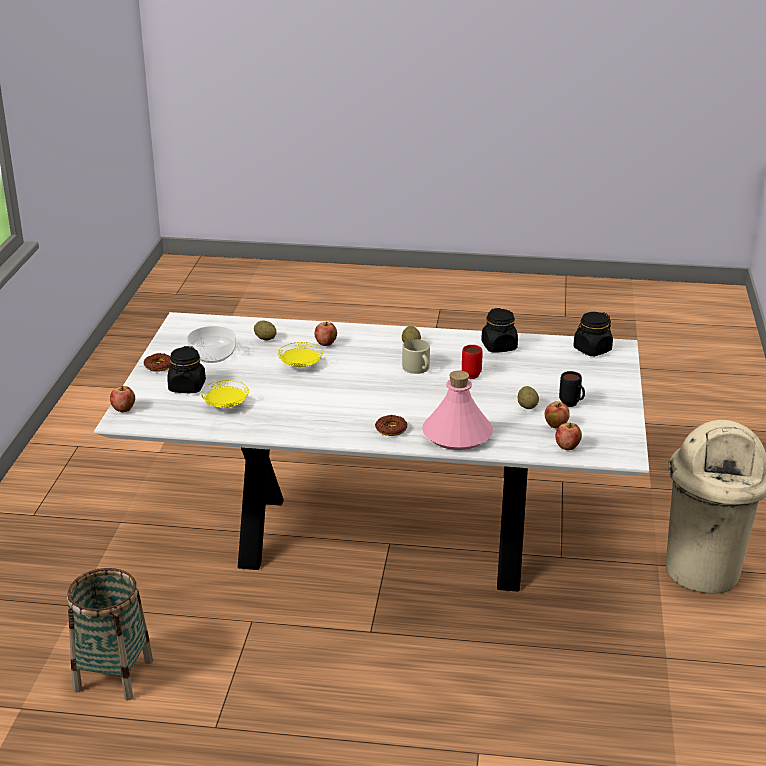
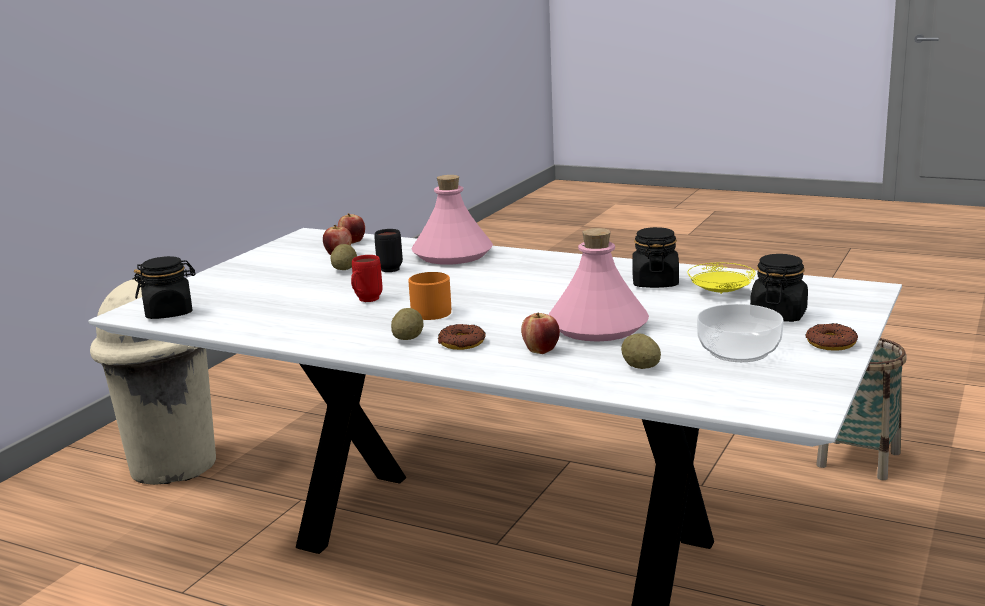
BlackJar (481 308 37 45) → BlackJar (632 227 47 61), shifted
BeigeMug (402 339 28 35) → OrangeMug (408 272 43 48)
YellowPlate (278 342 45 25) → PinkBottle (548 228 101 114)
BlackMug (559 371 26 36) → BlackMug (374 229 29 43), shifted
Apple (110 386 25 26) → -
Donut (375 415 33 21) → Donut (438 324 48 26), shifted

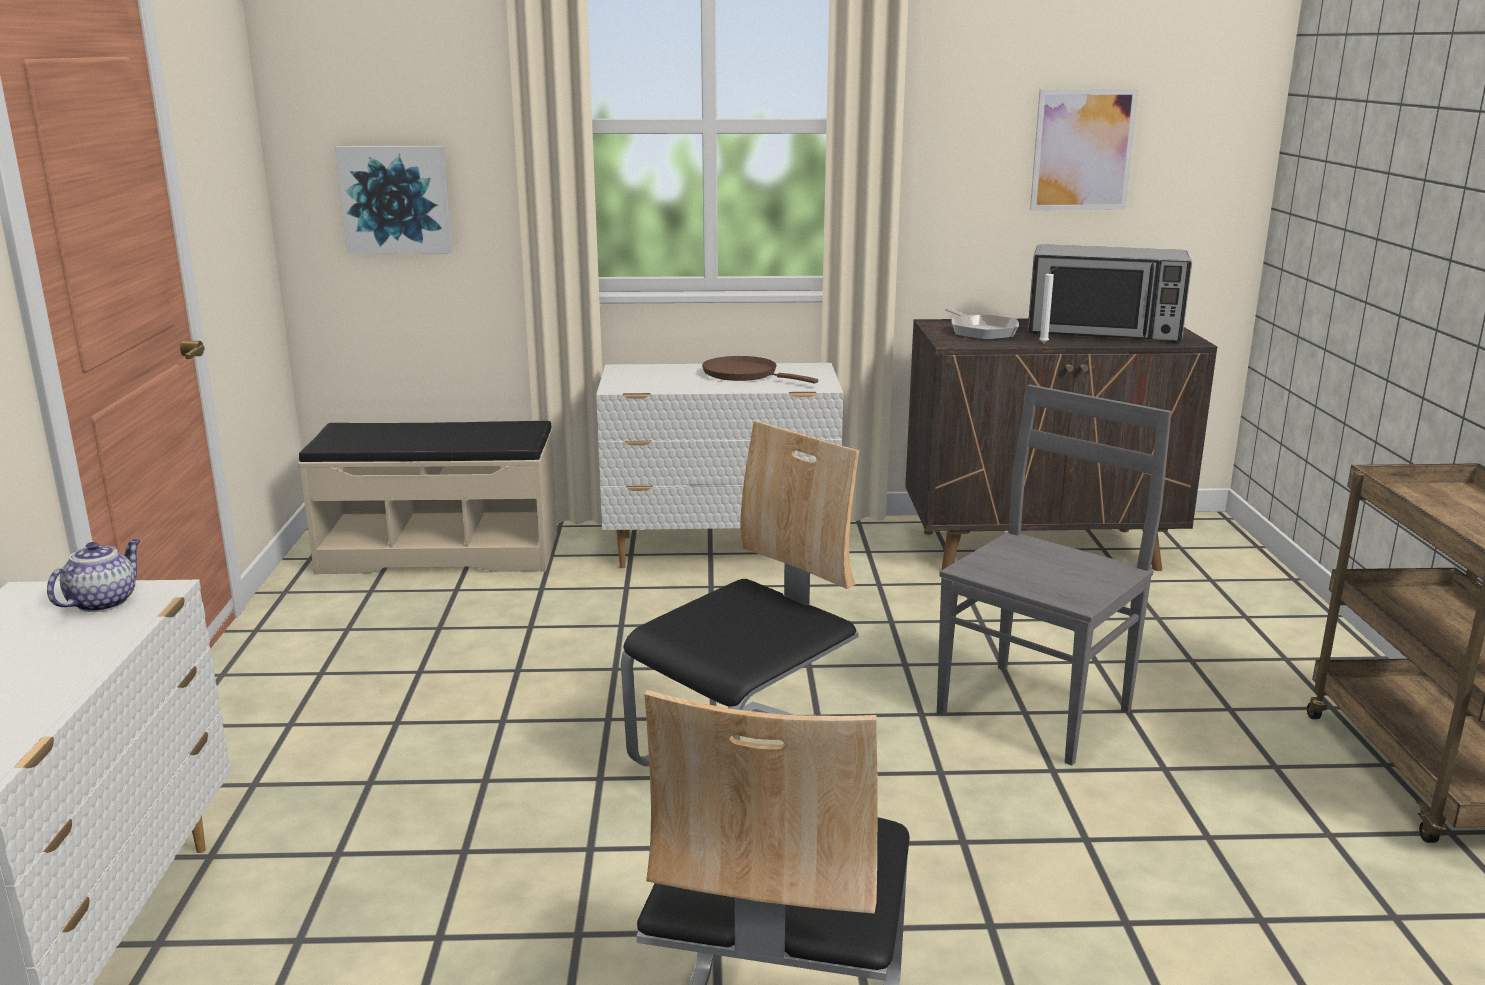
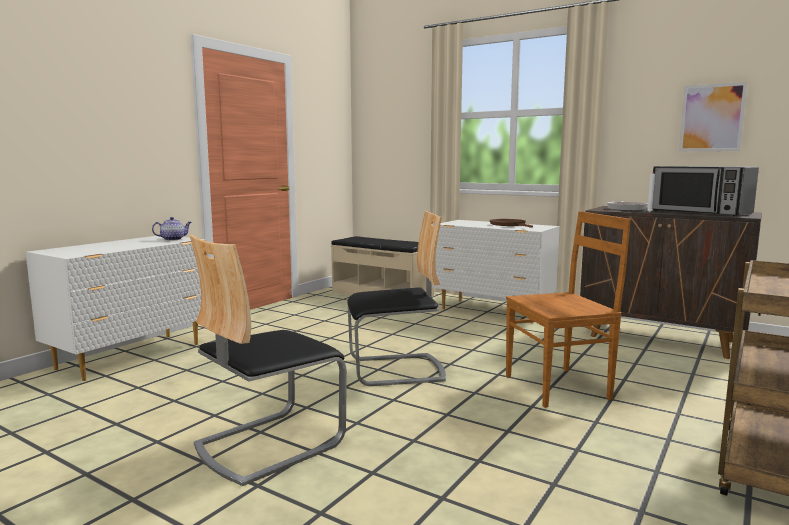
Picture (335 146 118 108) → -
GreyChair (937 385 235 381) → BrownChair (506 211 125 197)

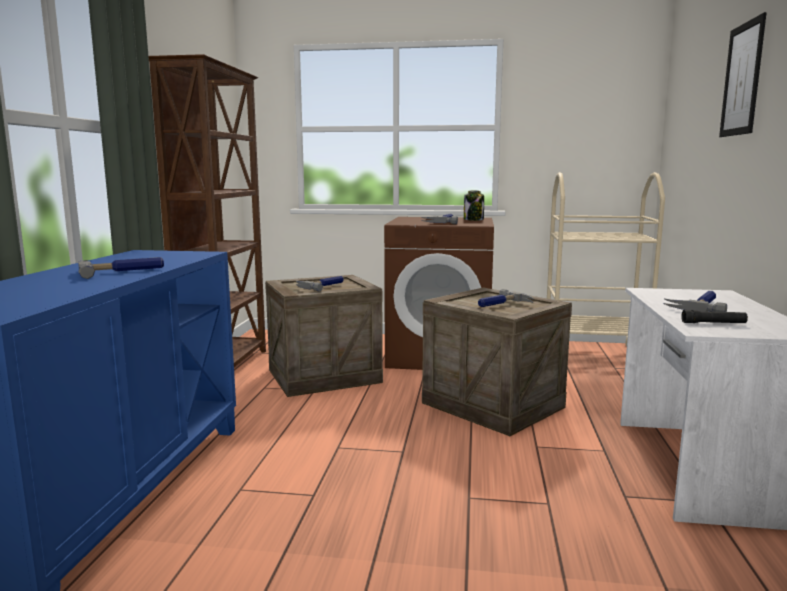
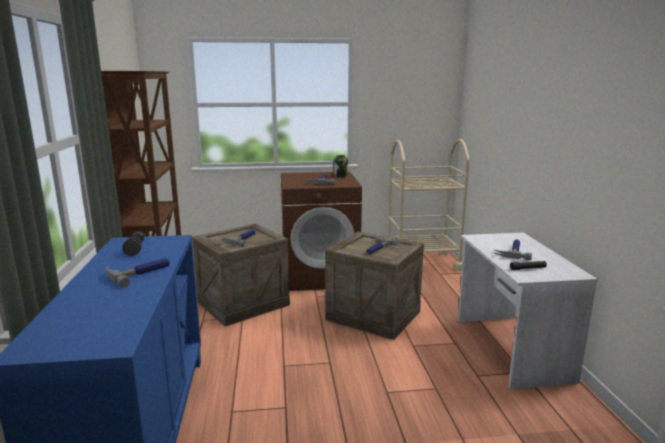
Picture (719 12 48 125) → -
- → Flashlight (123 231 22 25)

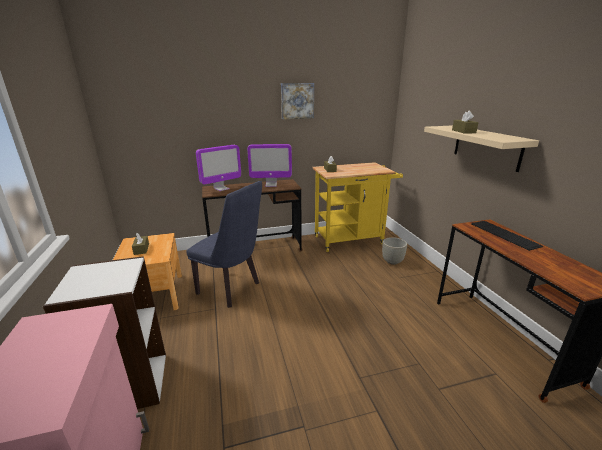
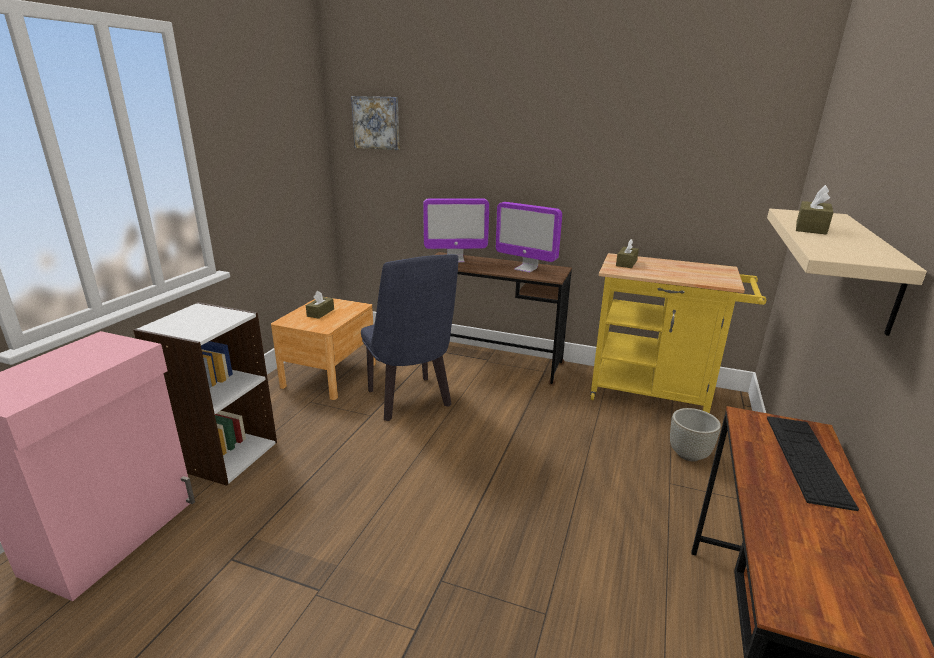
Picture (281 83 33 36) → Picture (351 96 48 54), shifted

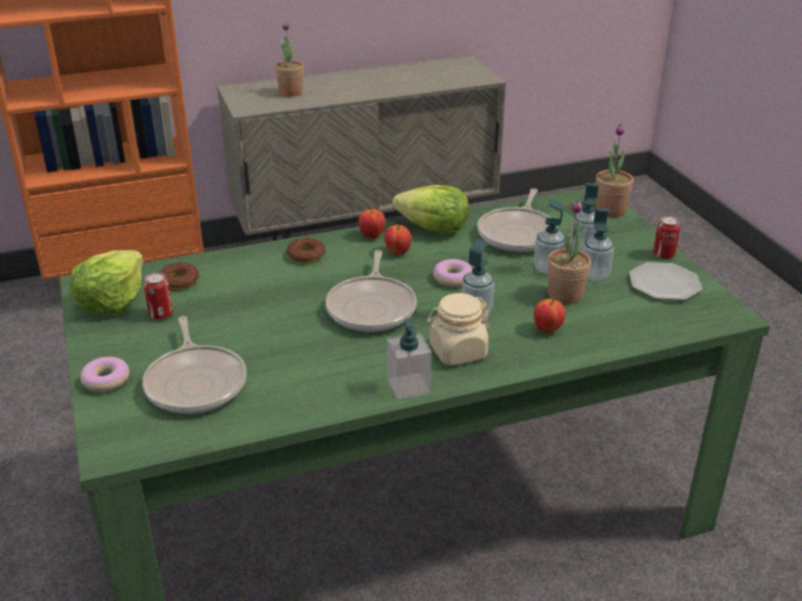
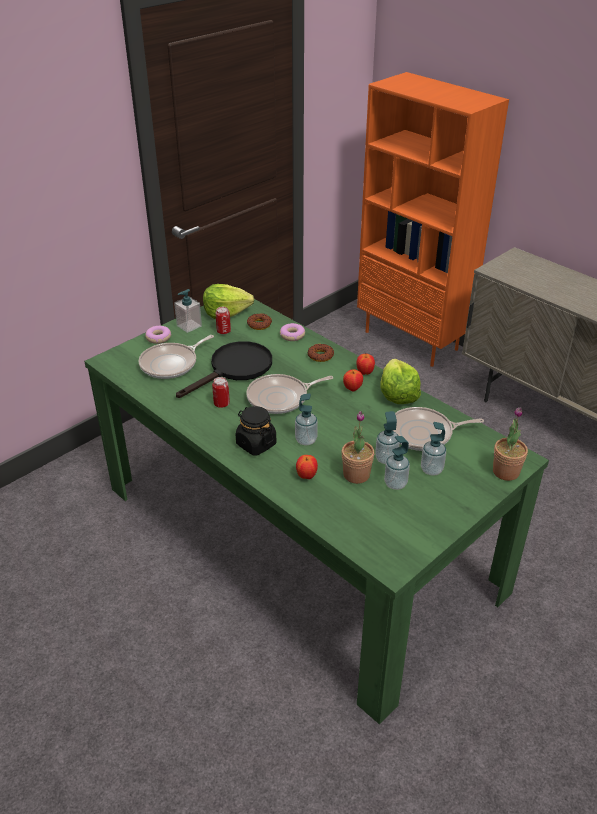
PottedPlant (275 21 29 75) → -
Can (653 216 27 43) → Can (212 377 18 31), shifted
Donut (433 259 39 28) → Donut (280 323 25 18), shifted
Plate (629 262 73 39) → -
BeigeJar (427 293 63 72) → BlackJar (236 406 40 49)
SoapDispenser (387 318 45 82) → SoapDispenser (174 289 28 44), shifted
- → BlackFryingPan (176 341 96 57)

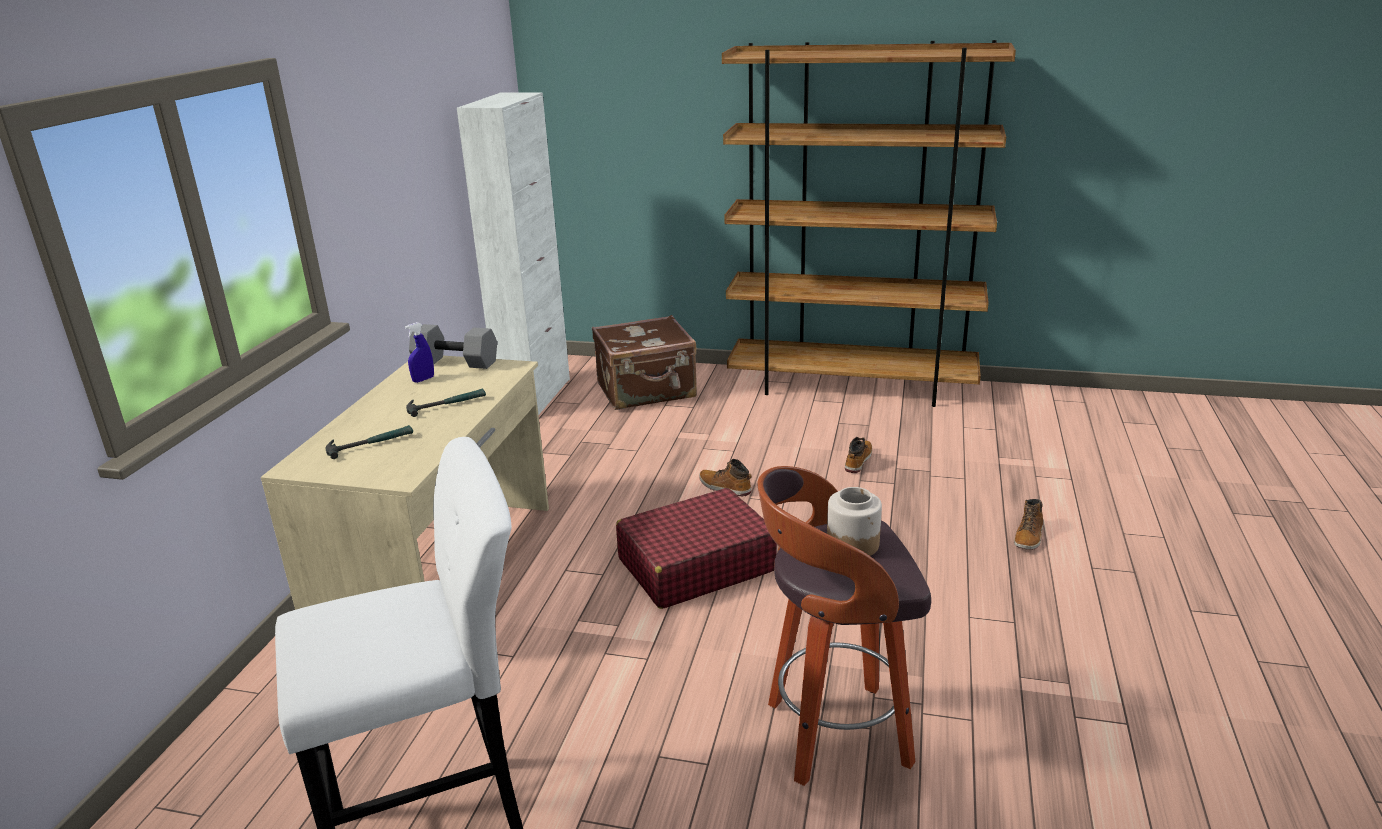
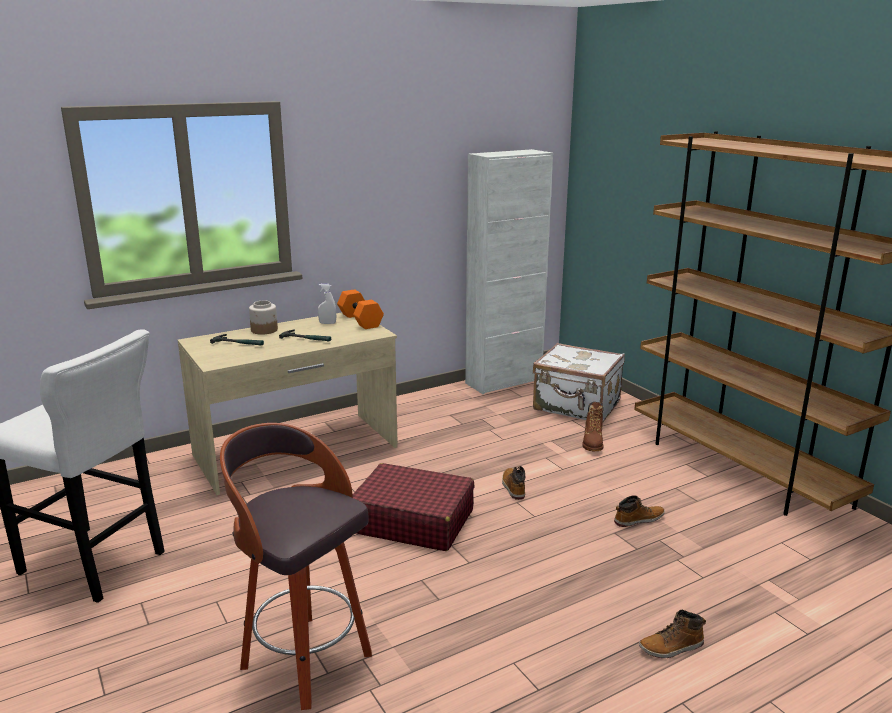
BrownSuitcase (592 315 105 95) → WhiteSuitcase (533 343 92 79)
BlueSprayBottle (405 322 29 61) → WhiteSprayBottle (318 284 18 40)
GreyDumbbell (409 324 88 45) → OrangeDumbbell (337 289 47 40)
Jar (827 487 55 69) → Jar (249 301 29 34), shifted
- → BrownBoot (582 402 22 49)

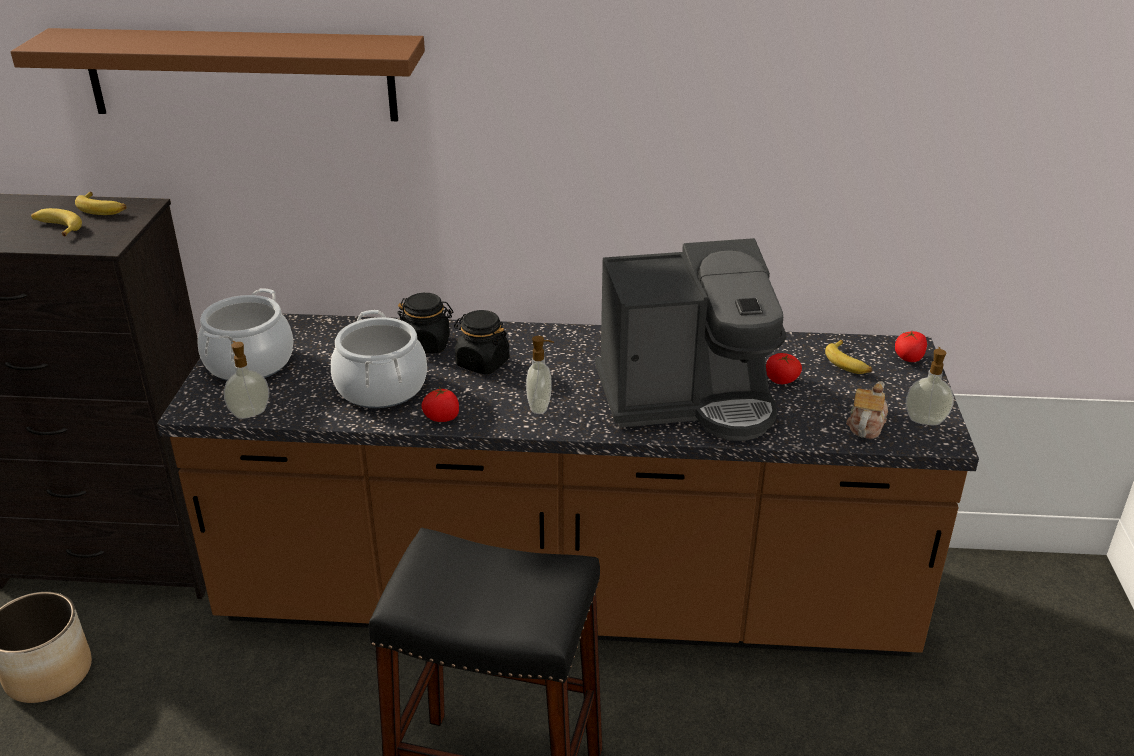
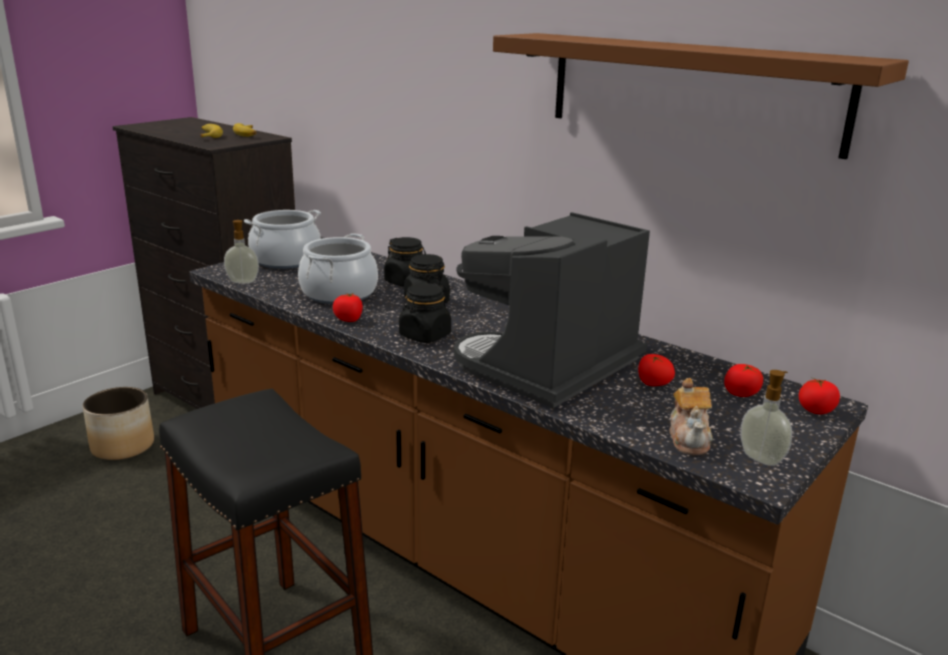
BrownShelf (10 28 415 93) → BrownShelf (493 33 416 126), shifted
CoffeeMachine (595 238 192 203) → CoffeeMachine (454 212 196 196), 105 degrees clockwise
SoapDispenser (526 336 28 78) → BlackJar (399 283 52 60)
Banana (825 340 47 34) → Tomato (724 364 39 33)
Teapot (846 381 42 58) → Teapot (669 378 44 77), 120 degrees clockwise

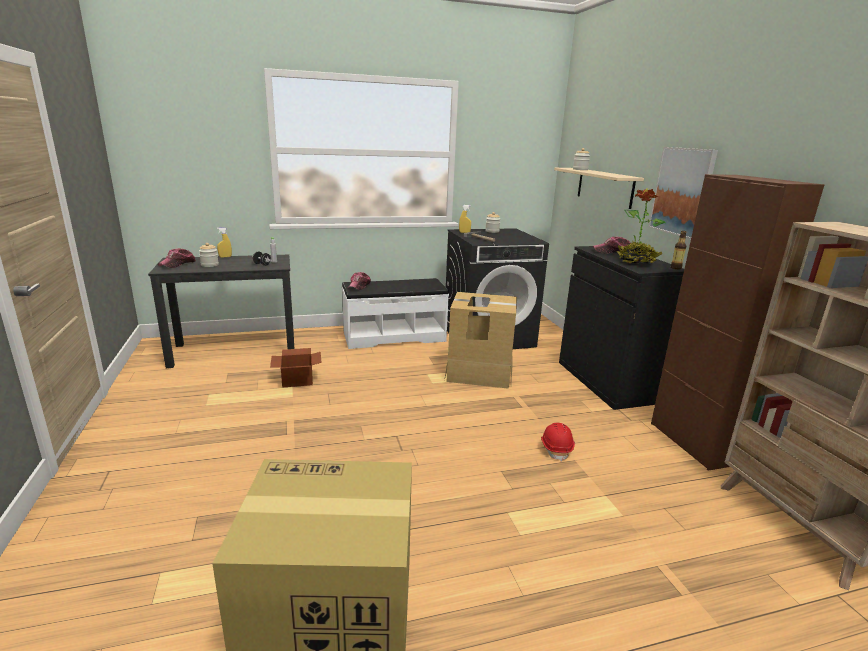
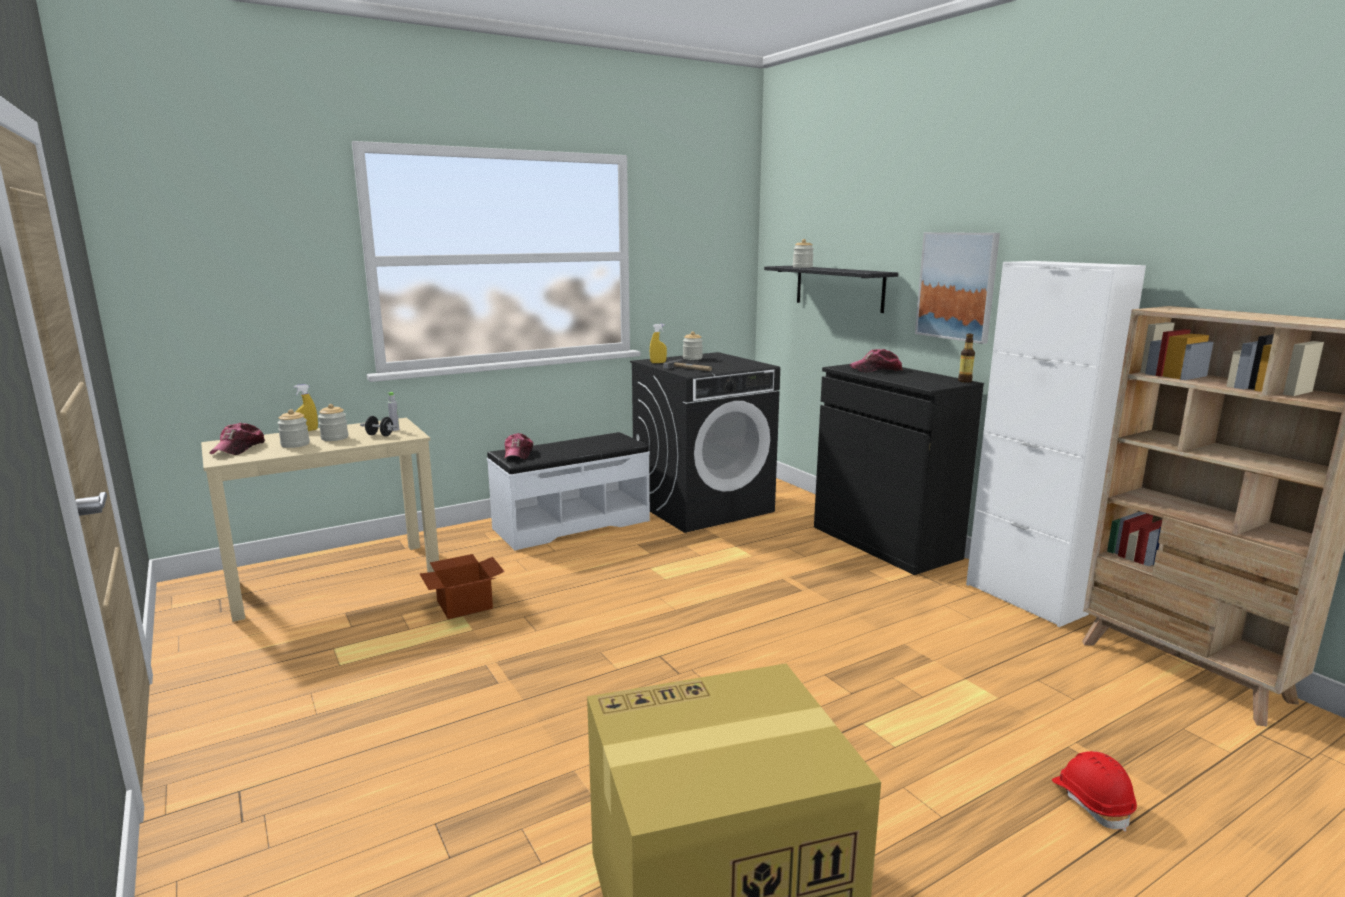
BeigeShelf (554 168 90 41) → BlackShelf (764 266 134 47)
BrownCabinet (651 174 174 297) → WhiteCabinet (966 261 180 366)
PottedPlant (617 188 49 76) → -
BlackDesk (148 255 147 113) → BeigeDesk (201 418 238 204)
CardboardBox (444 292 73 97) → -
RedHardHat (541 423 34 39) → RedHardHat (1052 751 85 81), shifted
- → Jar (318 404 30 37)

